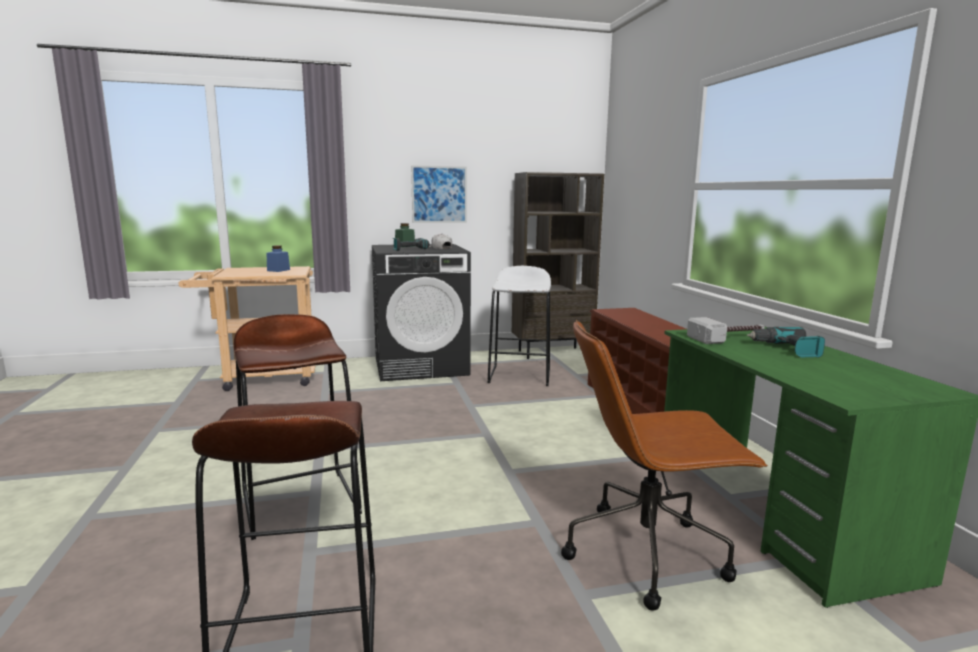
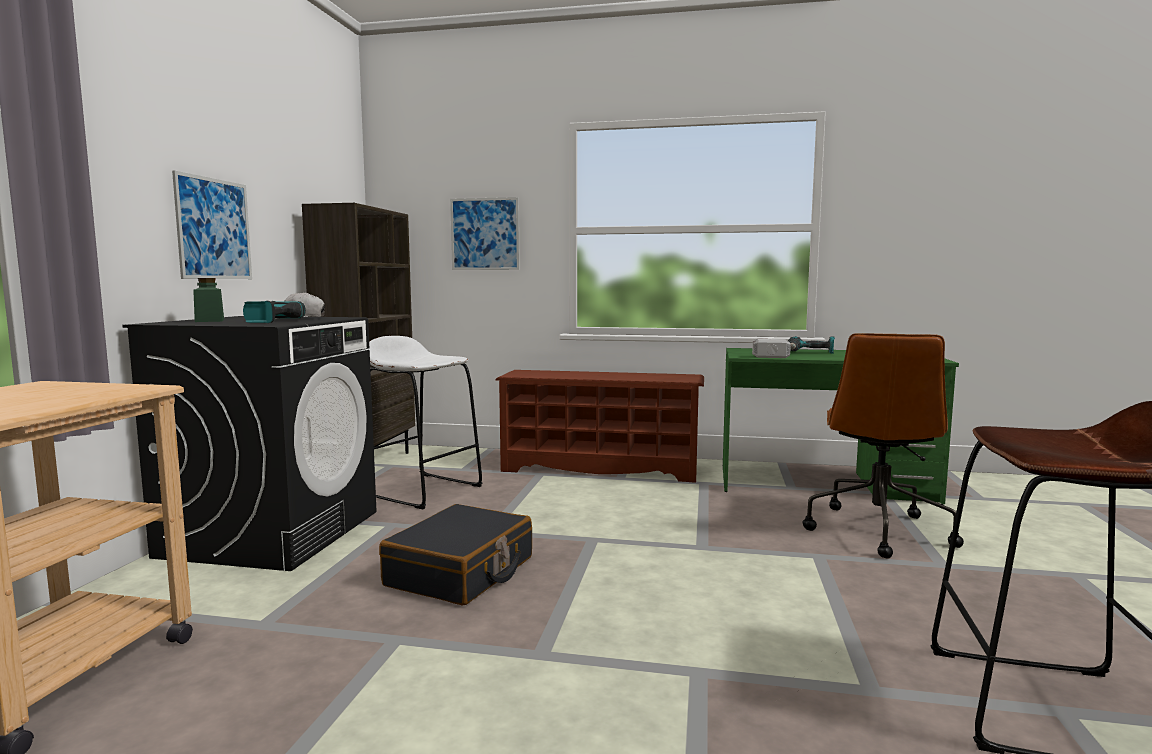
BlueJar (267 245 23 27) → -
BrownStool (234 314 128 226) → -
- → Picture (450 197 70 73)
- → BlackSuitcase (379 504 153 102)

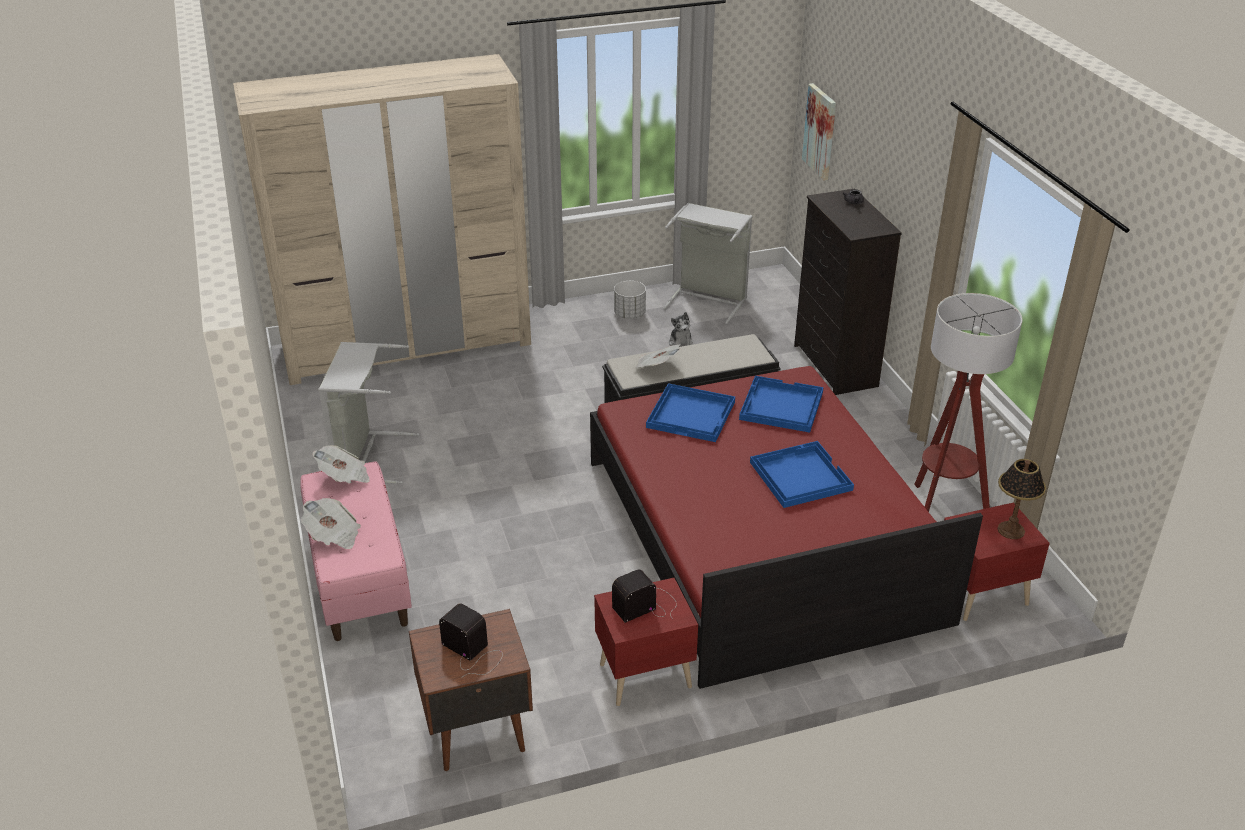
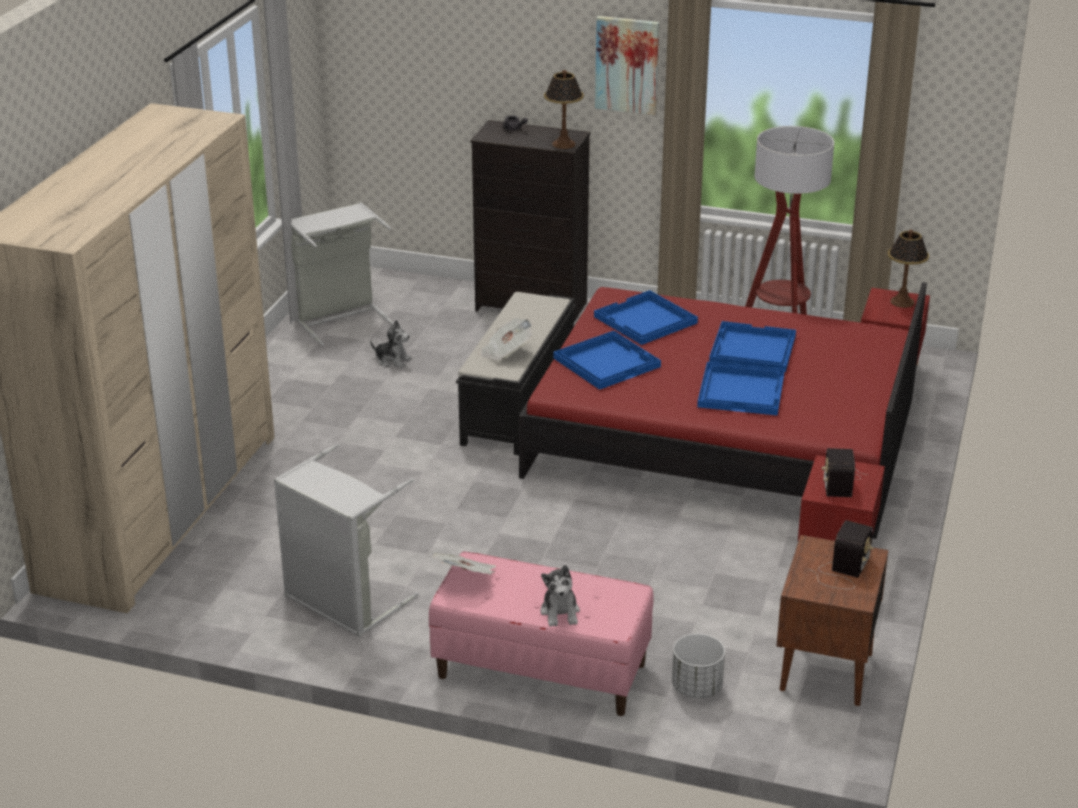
Picture (802 83 34 97) → Picture (595 16 64 99), shifted
WhitePlanter (614 281 32 38) → WhitePlanter (672 634 53 64), shifted
Newspaper (301 498 60 51) → PlushToy (540 565 40 62)
Radio (439 603 64 75) → Radio (808 520 66 69), 135 degrees clockwise
- → TableLamp (544 70 40 79)
- → BlueTray (697 362 88 54)

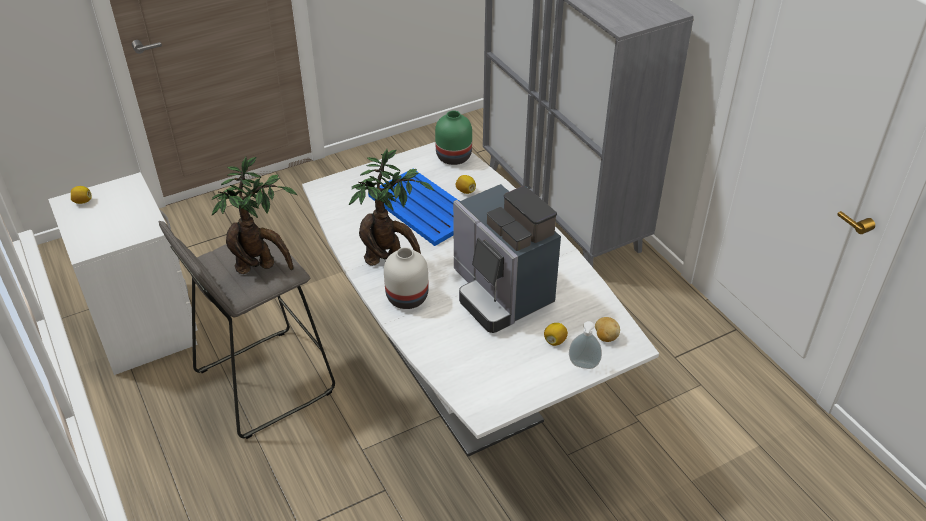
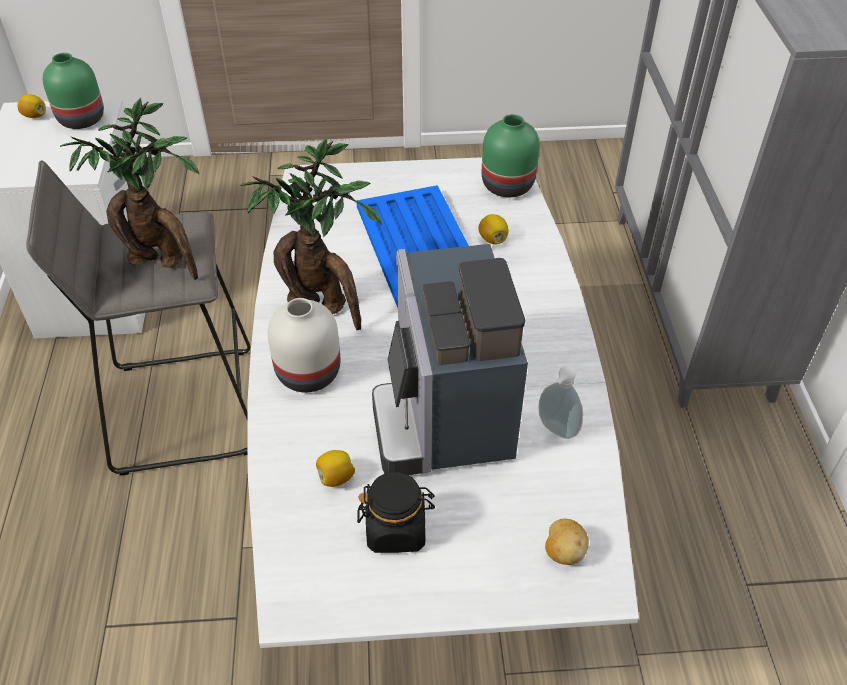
SoapDispenser (569 321 33 48) → SoapDispenser (538 366 45 73), shifted
Lemon (544 323 24 23) → Lemon (316 450 39 37), shifted
- → GreenVase (43 53 61 76)
- → BlackJar (357 472 78 81)

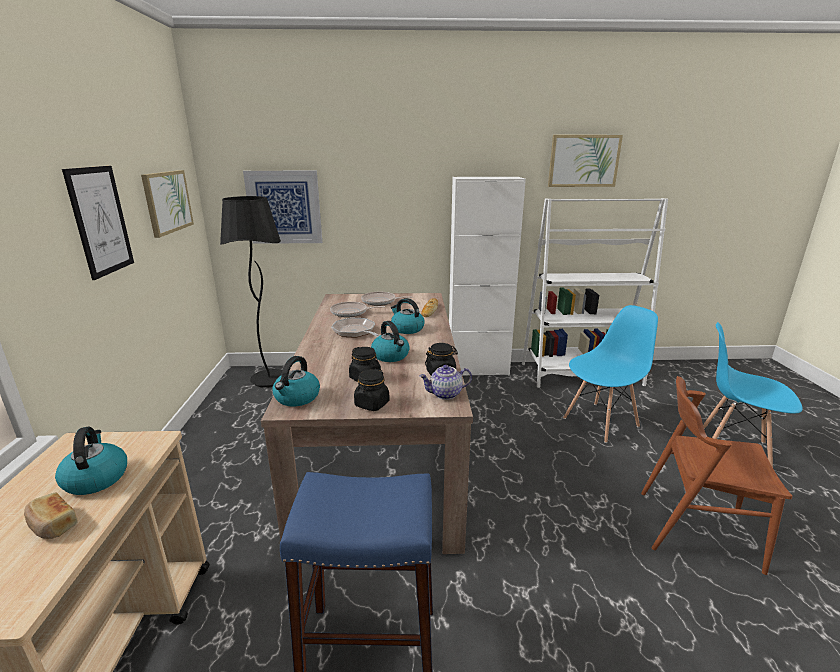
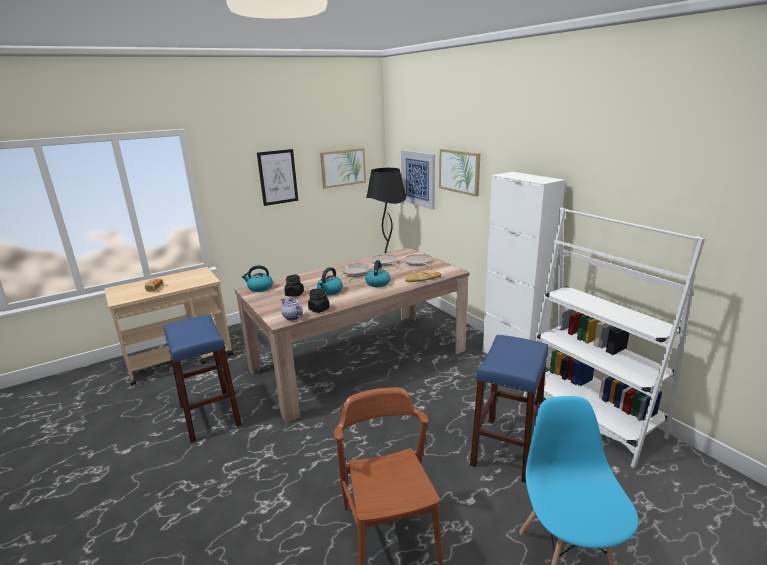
Picture (548 135 75 52) → Picture (439 149 41 47), shifted
BlueChair (563 305 95 138) → BlueStool (470 335 78 148)
BlackJar (354 369 36 42) → -
Kettle (55 427 72 68) → -

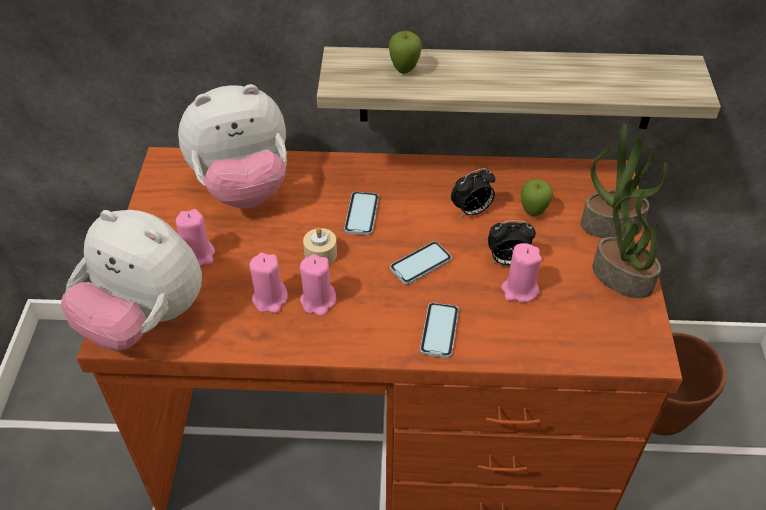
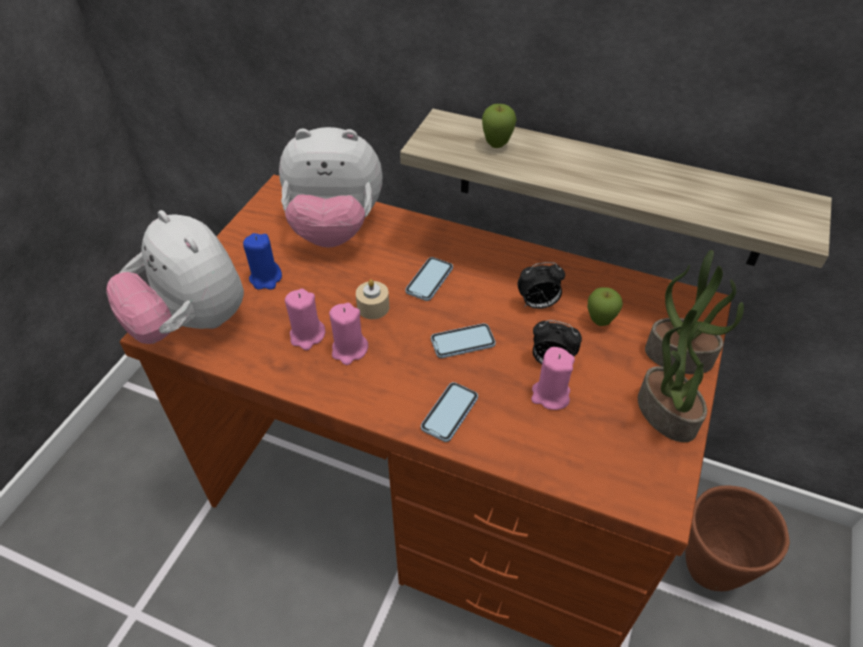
PinkCandle (176 209 39 57) → BlueCandle (243 233 39 57)

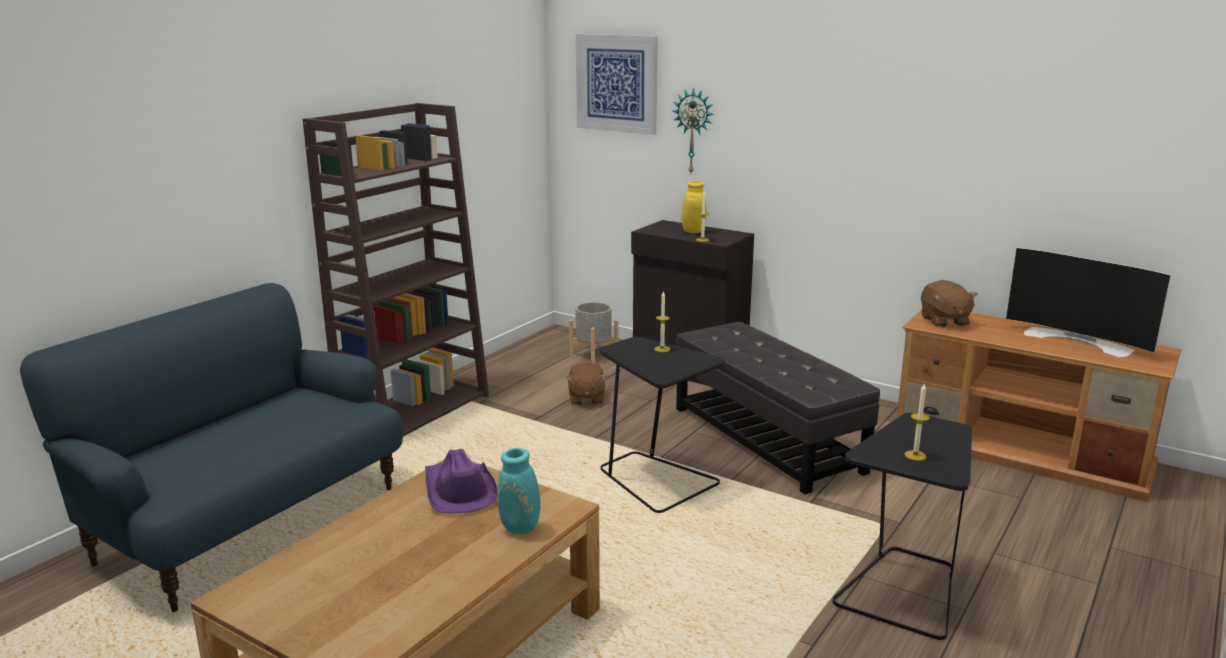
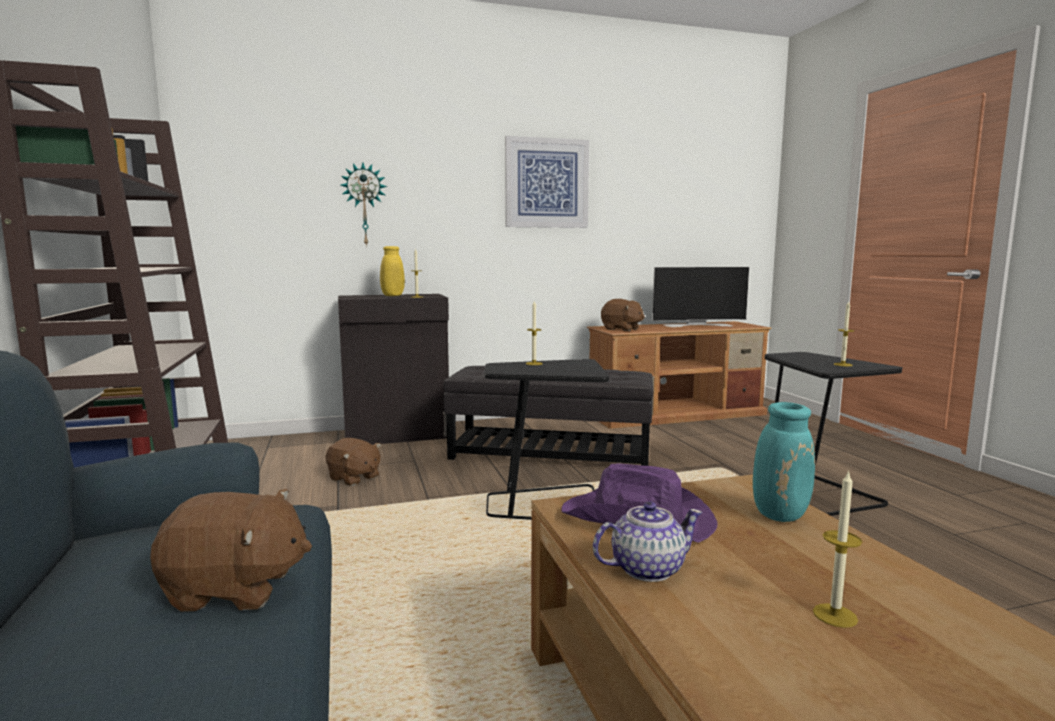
Picture (576 34 82 101) → Picture (505 136 84 92), shifted
GreyPlanter (569 302 49 62) → -
- → Candle (813 470 49 158)
- → BrownPlushToy (150 489 162 123)
- → Teapot (593 501 110 81)

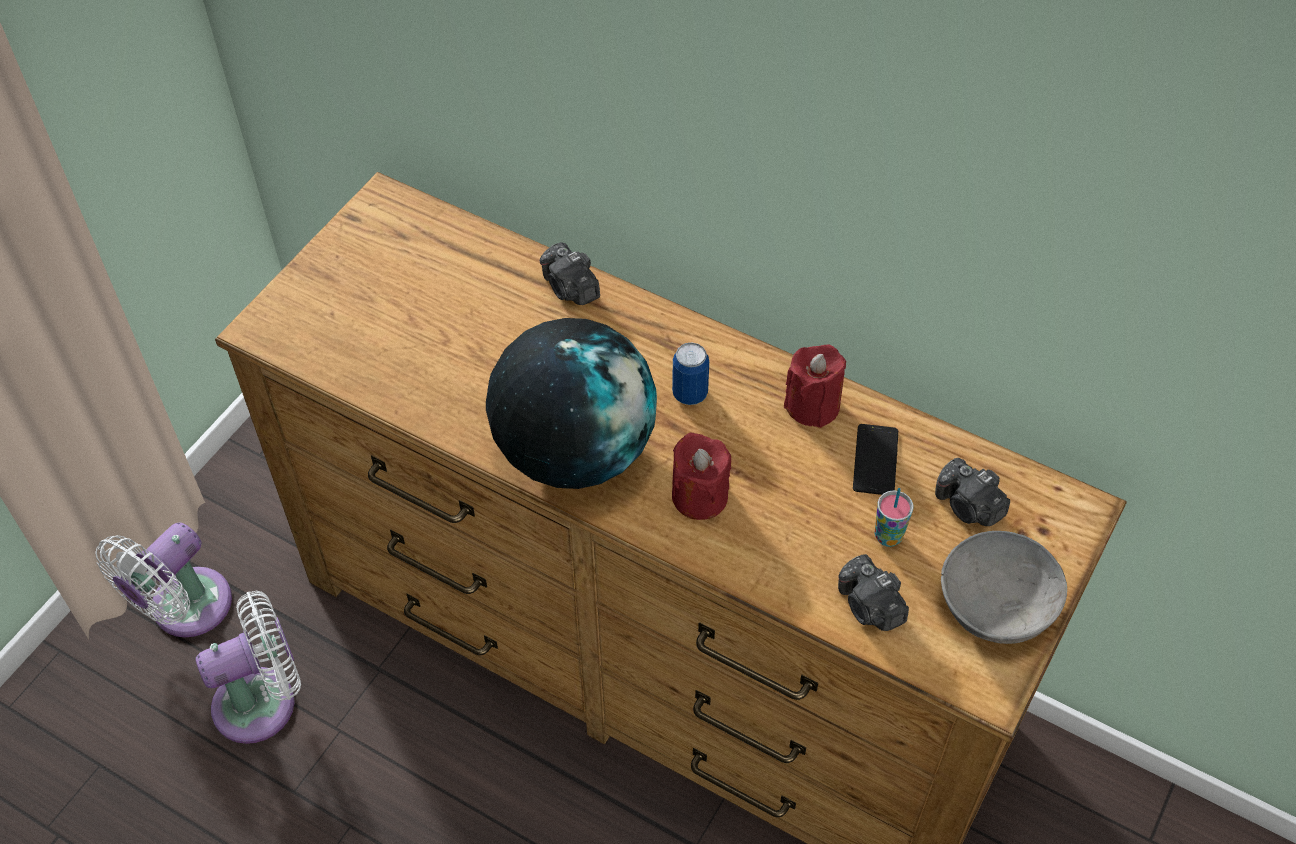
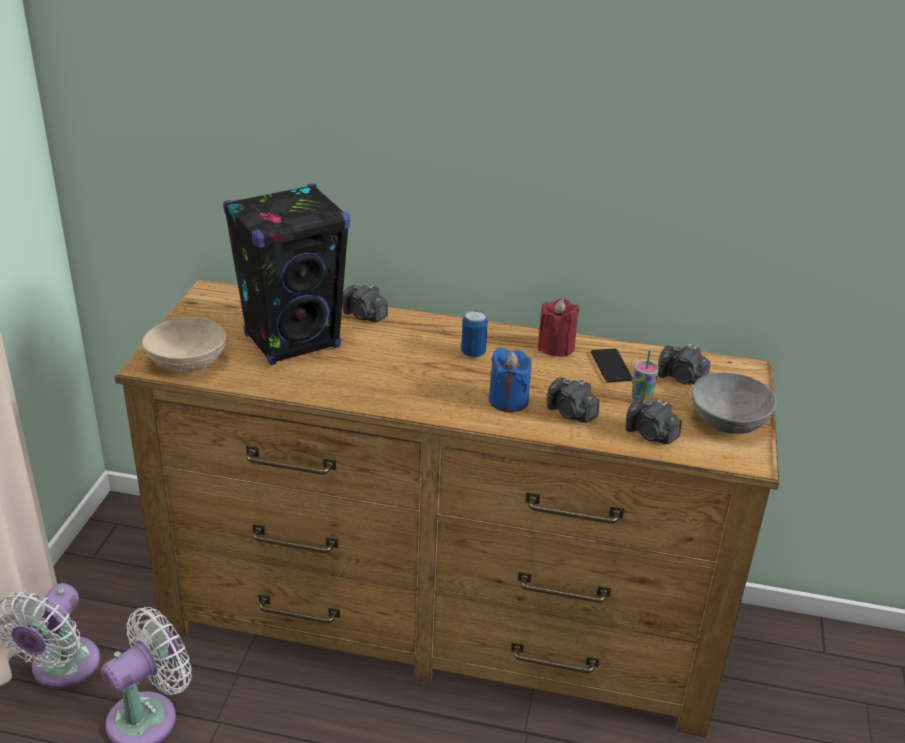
Globe (486 318 171 171) → -
RedCandle (672 432 59 88) → BlueCandle (489 348 43 64)
- → BlackSpeaker (223 184 127 182)
- → BeigeBowl (142 317 85 55)
- → PhotoCamera (547 377 53 46)

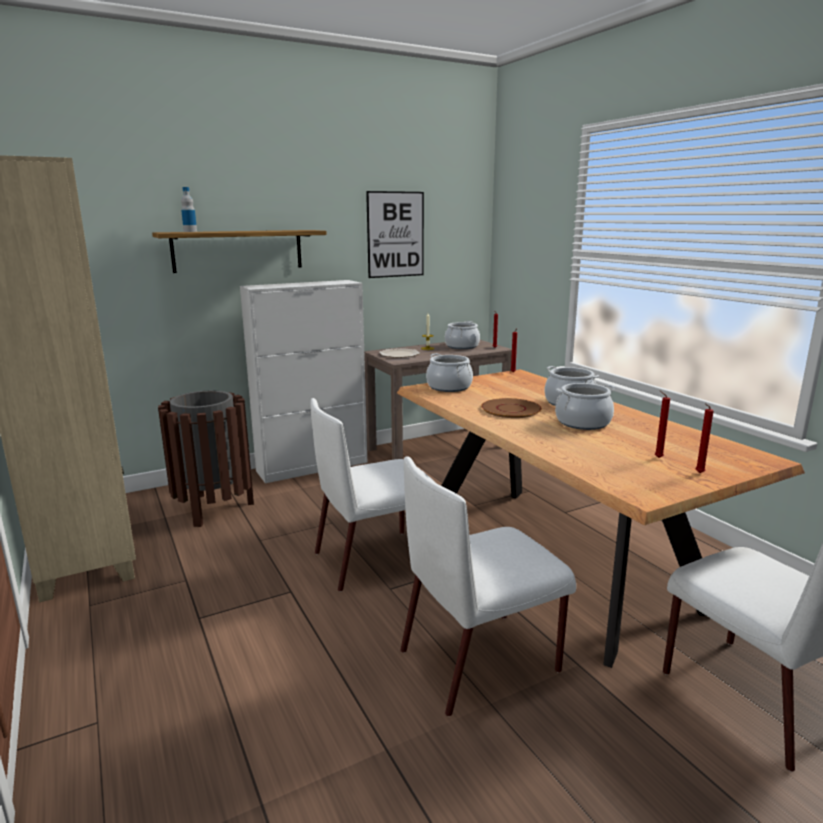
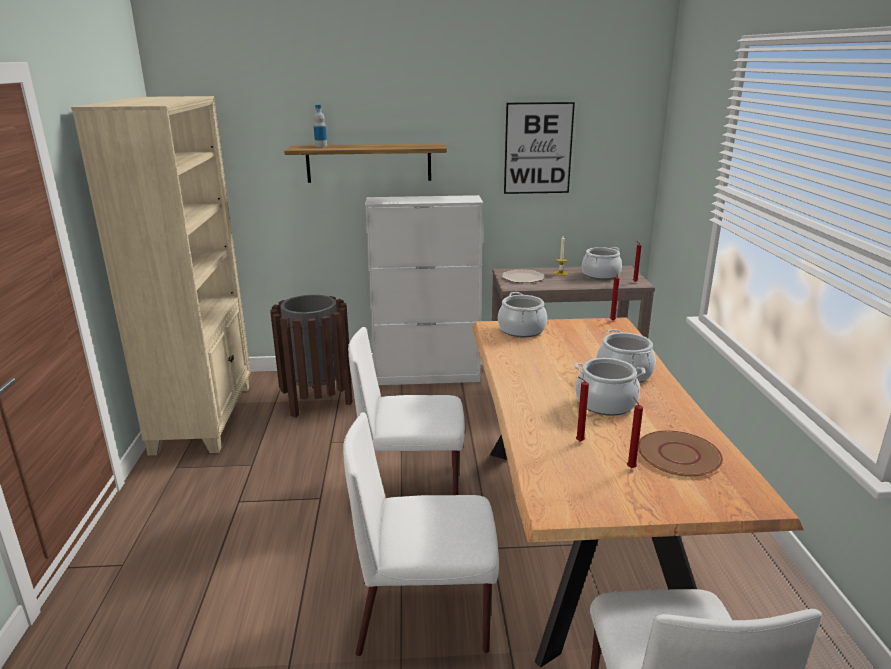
BrownPlate (481 398 61 20) → BrownPlate (638 430 85 47), shifted
RedCandle (696 404 18 69) → RedCandle (576 376 13 66), shifted

